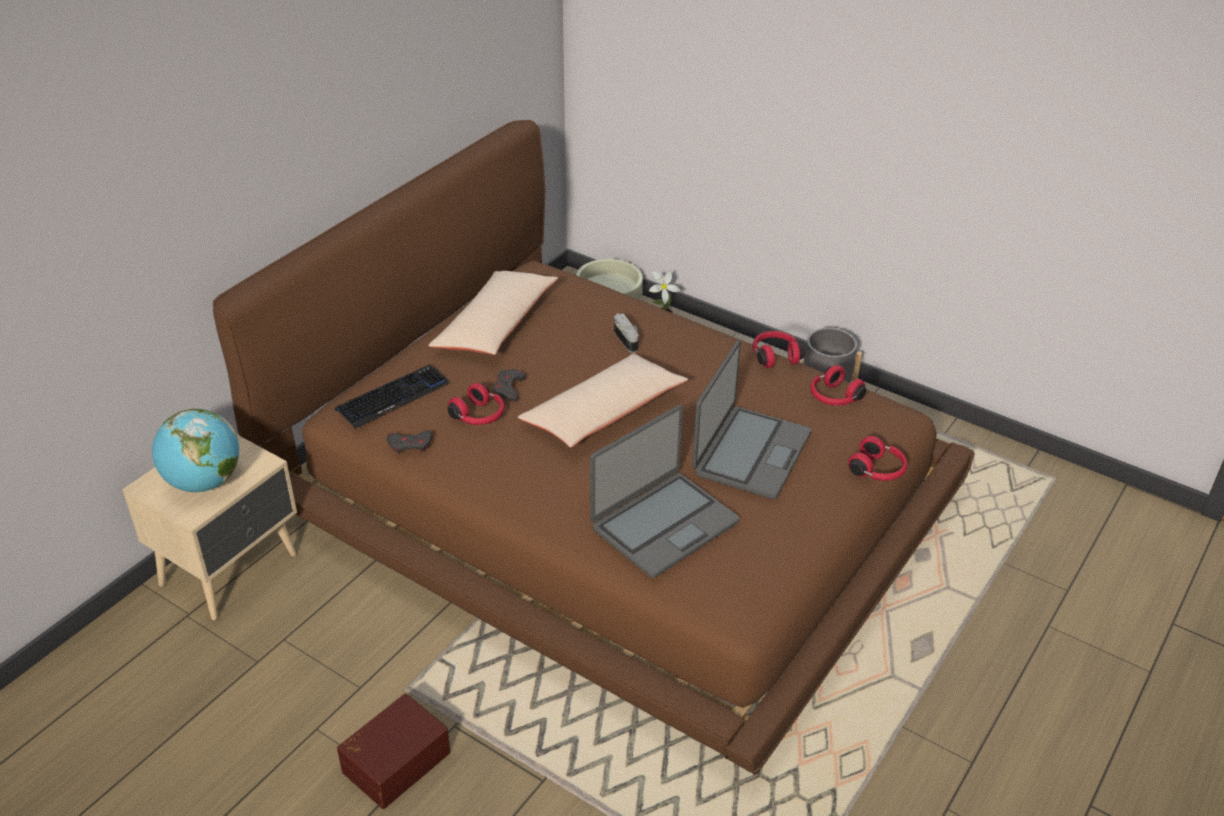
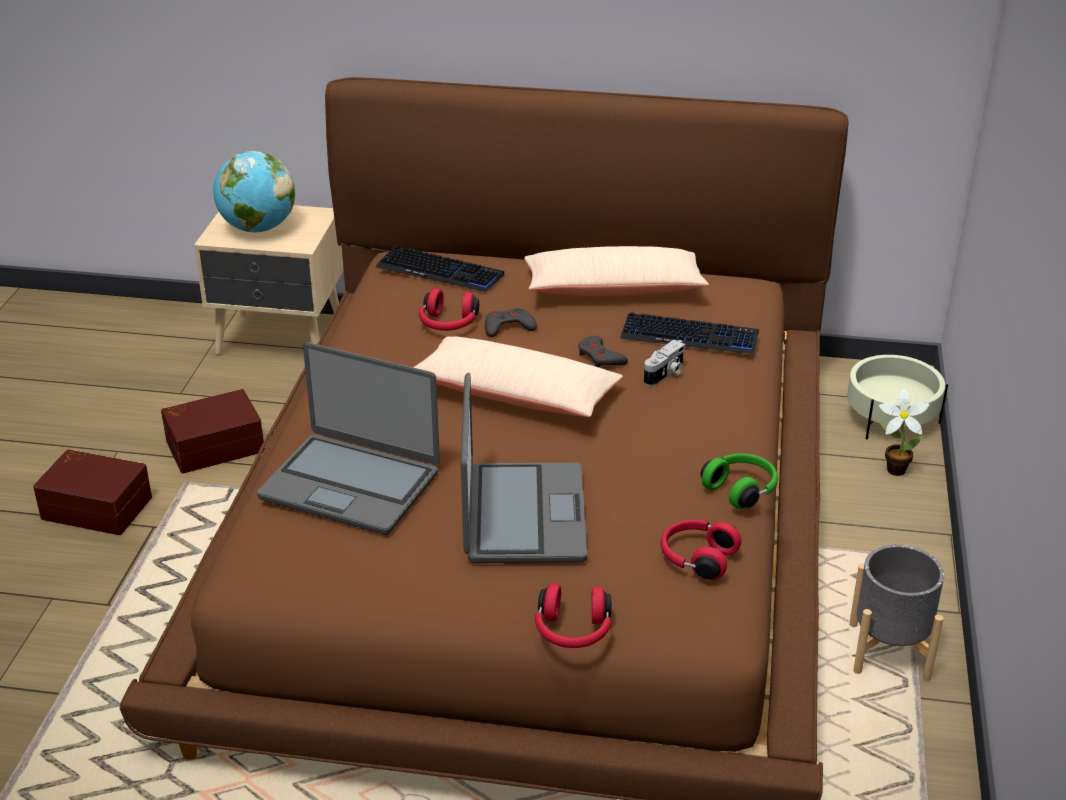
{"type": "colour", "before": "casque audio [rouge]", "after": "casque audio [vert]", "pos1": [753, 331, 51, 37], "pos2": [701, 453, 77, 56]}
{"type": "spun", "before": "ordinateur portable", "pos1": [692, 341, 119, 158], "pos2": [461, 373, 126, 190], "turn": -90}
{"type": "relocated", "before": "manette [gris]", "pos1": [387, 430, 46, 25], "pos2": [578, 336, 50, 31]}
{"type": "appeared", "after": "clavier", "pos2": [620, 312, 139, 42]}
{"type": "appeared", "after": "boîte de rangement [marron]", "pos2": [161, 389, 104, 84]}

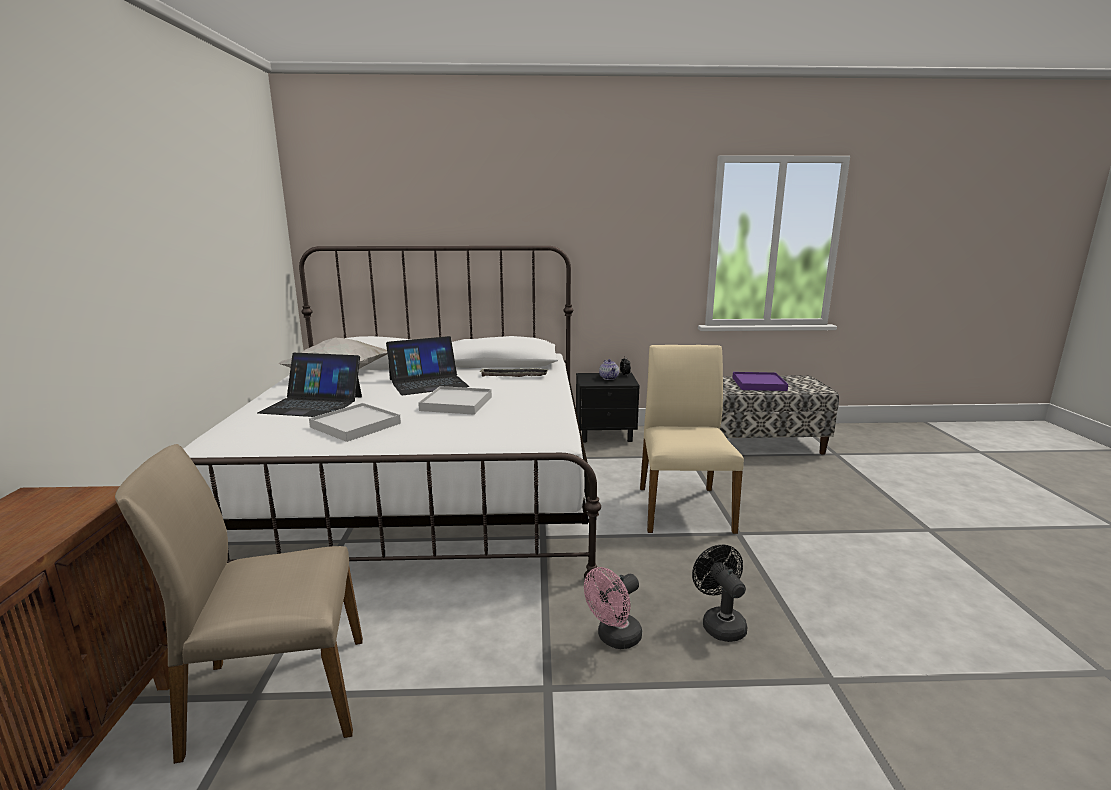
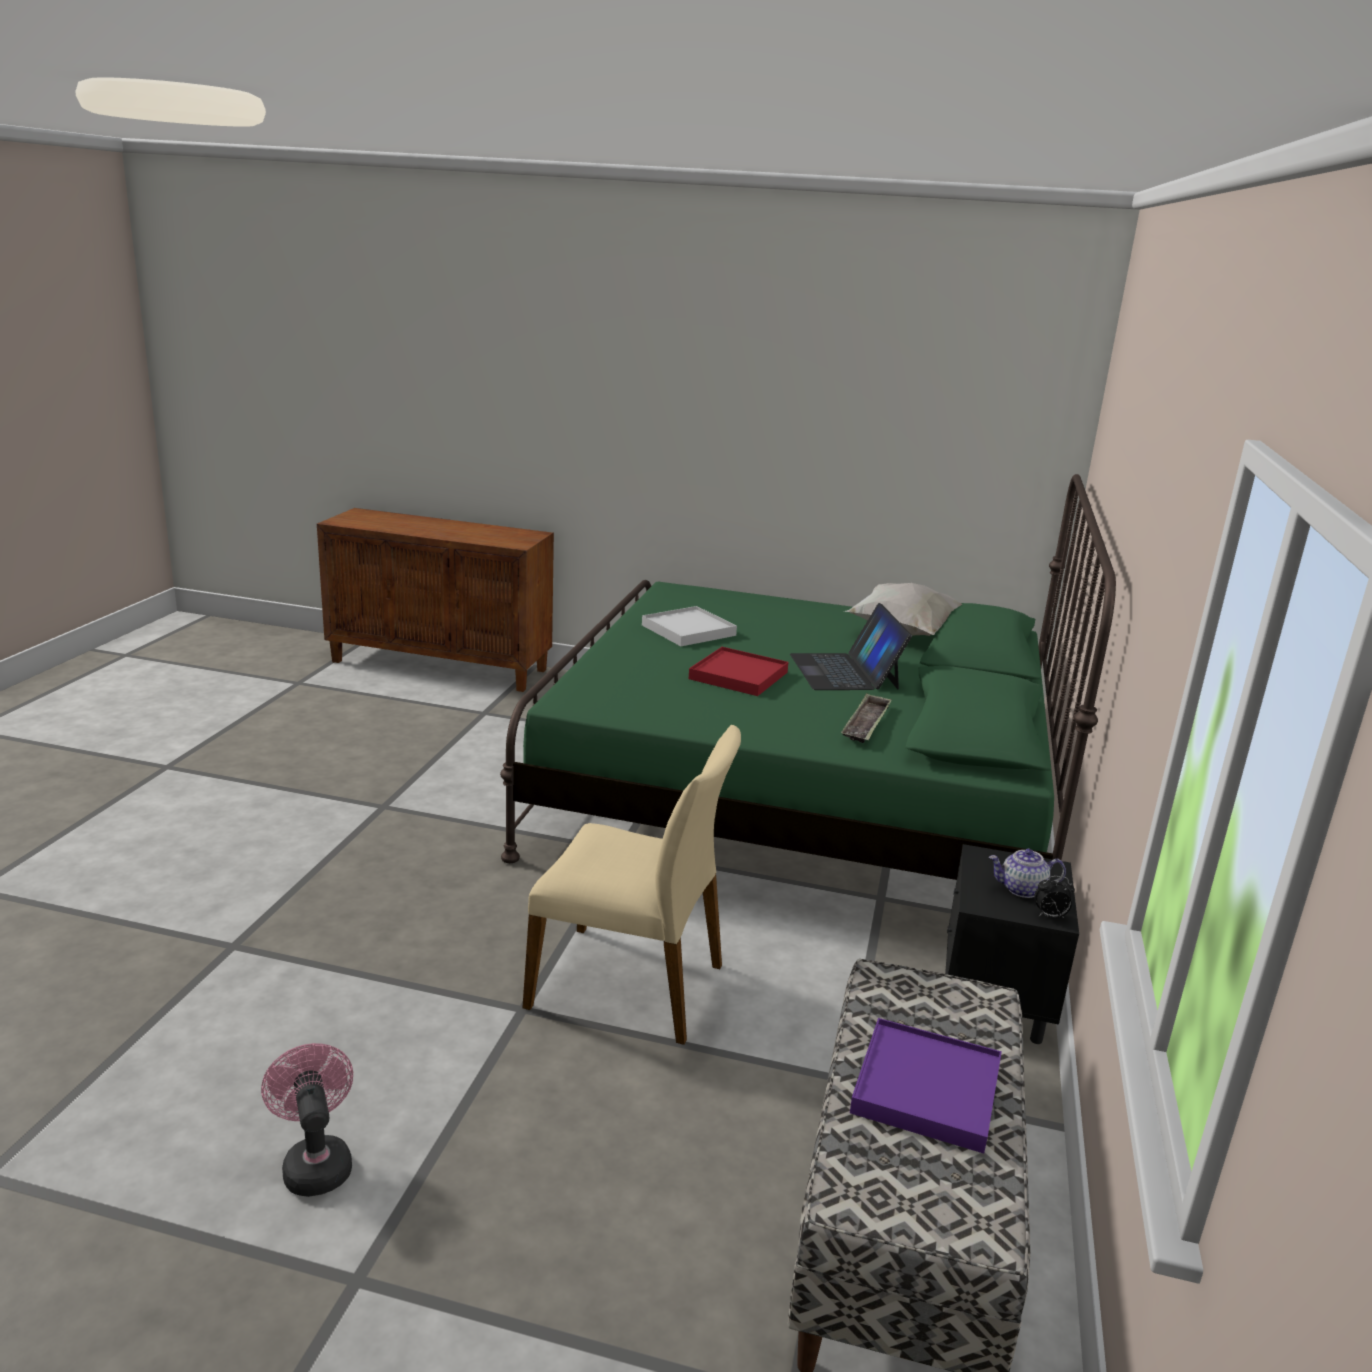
{"type": "colour", "before": "lit [blanc]", "after": "lit [vert]", "pos1": [184, 246, 417, 335], "pos2": [500, 474, 616, 406]}
{"type": "missing", "before": "ordinateur portable", "pos1": [258, 353, 104, 64]}
{"type": "colour", "before": "plateau [blanc]", "after": "plateau [rouge]", "pos1": [418, 386, 74, 29], "pos2": [689, 647, 100, 49]}
{"type": "missing", "before": "chaise [beige]", "pos1": [115, 444, 248, 320]}
{"type": "missing", "before": "ventilateur [noir]", "pos1": [692, 545, 56, 97]}
{"type": "relocated", "before": "ventilateur [rose]", "pos1": [584, 567, 58, 82], "pos2": [261, 1043, 92, 154]}

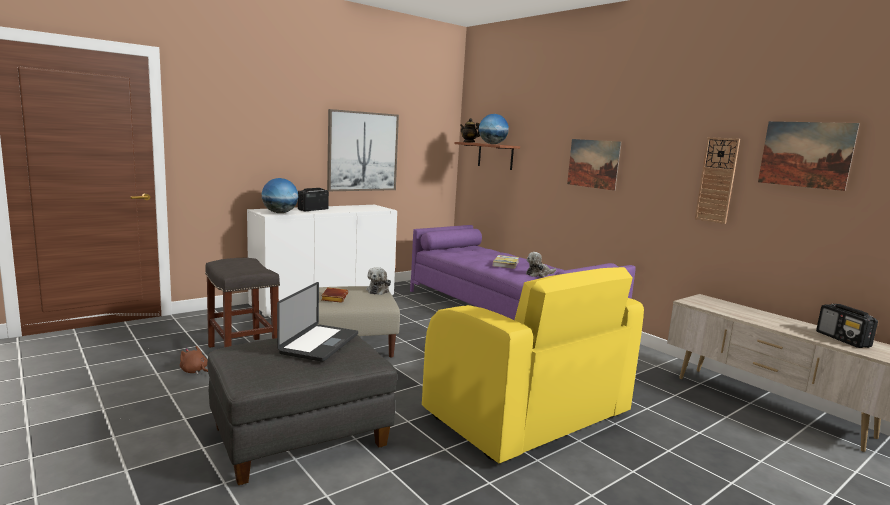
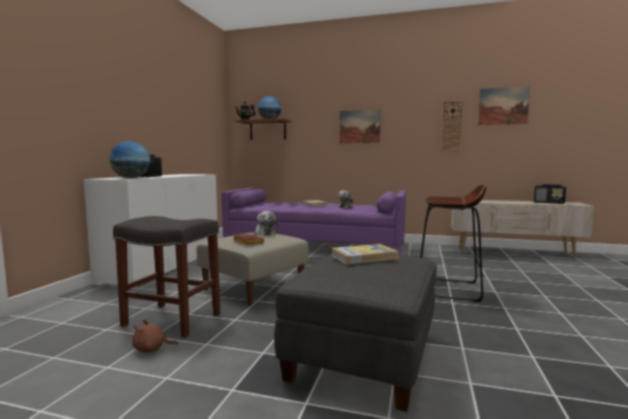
{"type": "missing", "before": "tableau", "pos1": [327, 109, 72, 82]}
{"type": "exchanged", "before": "fauteuil [jaune]", "after": "tabouret [marron]", "pos1": [422, 267, 222, 196], "pos2": [420, 185, 66, 117]}
{"type": "exchanged", "before": "ordinateur portable", "after": "livre", "pos1": [277, 282, 81, 80], "pos2": [331, 244, 68, 21]}

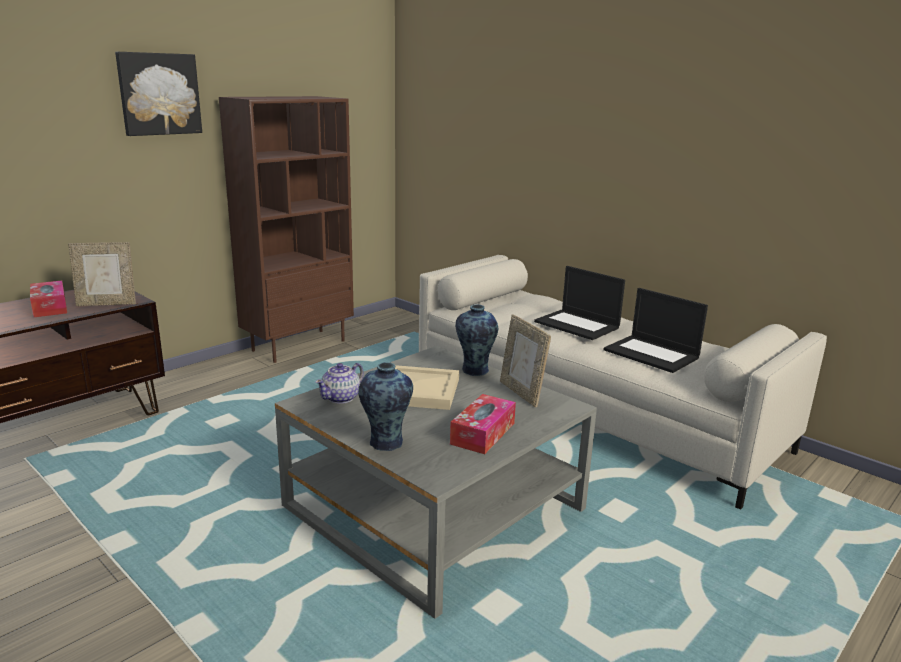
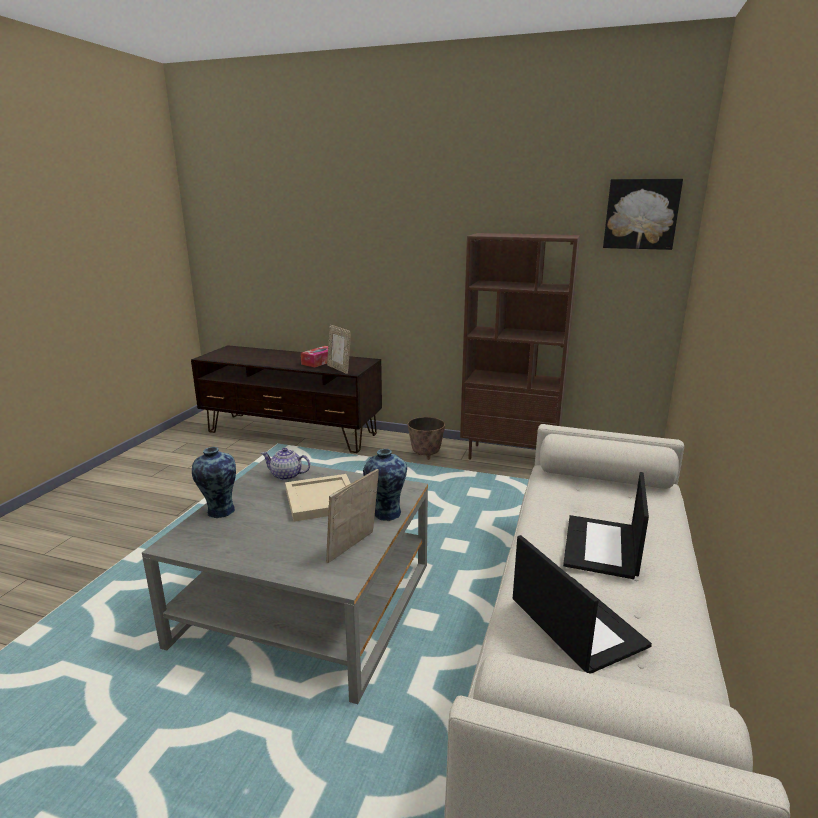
{"type": "relocated", "before": "tableau", "pos1": [115, 52, 87, 84], "pos2": [603, 179, 80, 71]}
{"type": "spun", "before": "ordinateur portable", "pos1": [604, 288, 104, 85], "pos2": [513, 535, 139, 139], "turn": 135}
{"type": "missing", "before": "boîte à mouchoirs", "pos1": [450, 394, 66, 60]}
{"type": "appeared", "after": "cache-pot", "pos2": [407, 417, 38, 43]}

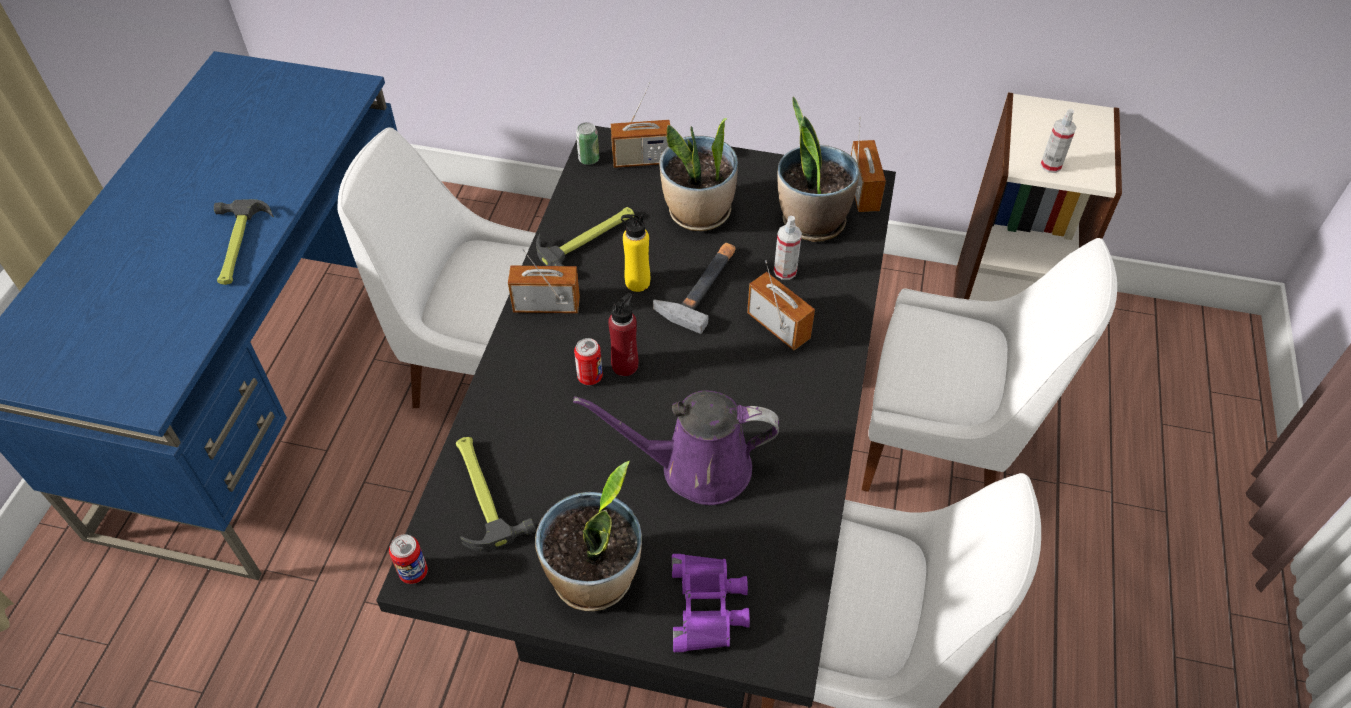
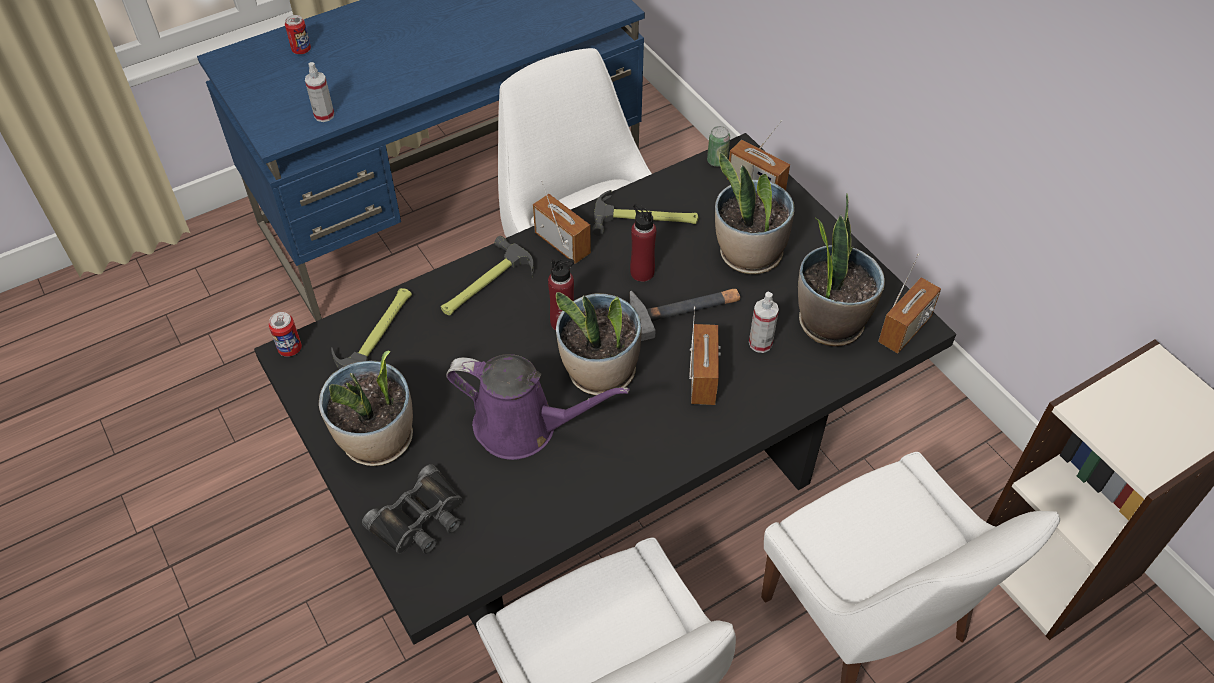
{"type": "relocated", "before": "vaporisateur", "pos1": [1040, 109, 37, 64], "pos2": [305, 62, 29, 60]}
{"type": "relocated", "before": "marteau", "pos1": [214, 199, 60, 86], "pos2": [440, 236, 94, 80]}
{"type": "colour", "before": "bouteille [jaune]", "after": "bouteille [rouge]", "pos1": [621, 214, 29, 78], "pos2": [630, 204, 26, 78]}
{"type": "relocated", "before": "boîte métallique", "pos1": [574, 338, 29, 47], "pos2": [285, 15, 26, 39]}
{"type": "spun", "before": "arrosoir [violet]", "pos1": [573, 391, 206, 114], "pos2": [446, 354, 184, 106], "turn": 150}
{"type": "colour", "before": "jumelles [violet]", "after": "jumelles [noir]", "pos1": [672, 554, 78, 98], "pos2": [362, 464, 100, 90]}
{"type": "appeared", "after": "plante en pot", "pos2": [556, 292, 85, 103]}

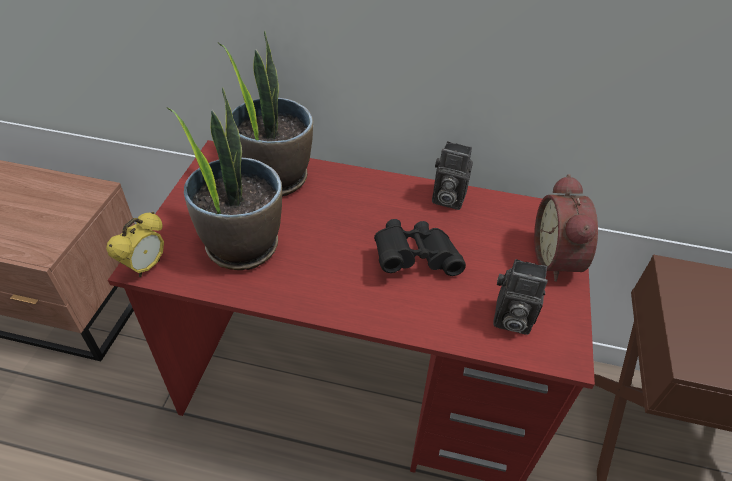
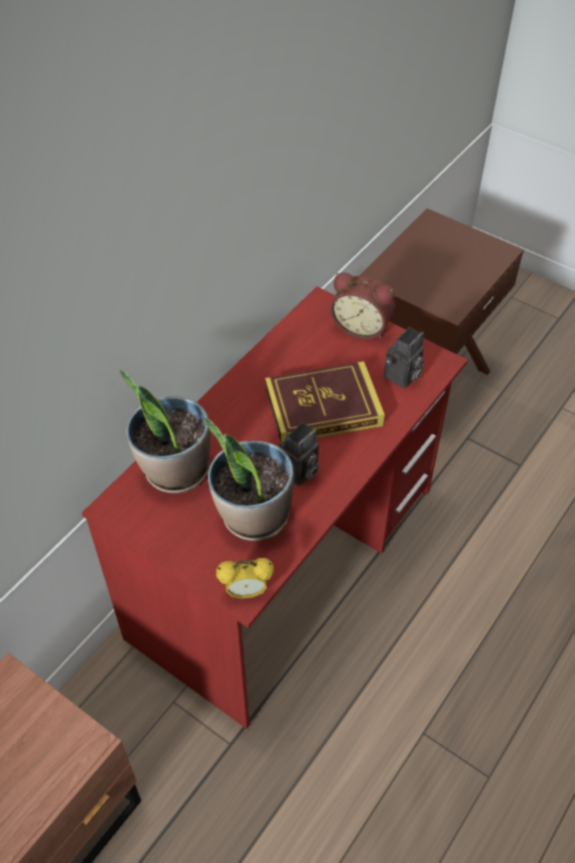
{"type": "relocated", "before": "appareil photo", "pos1": [432, 141, 41, 69], "pos2": [278, 422, 41, 64]}
{"type": "spun", "before": "réveil", "pos1": [106, 212, 58, 65], "pos2": [216, 558, 58, 41], "turn": 120}
{"type": "exchanged", "before": "jumelles [noir]", "after": "livre", "pos1": [374, 219, 92, 57], "pos2": [265, 361, 120, 82]}

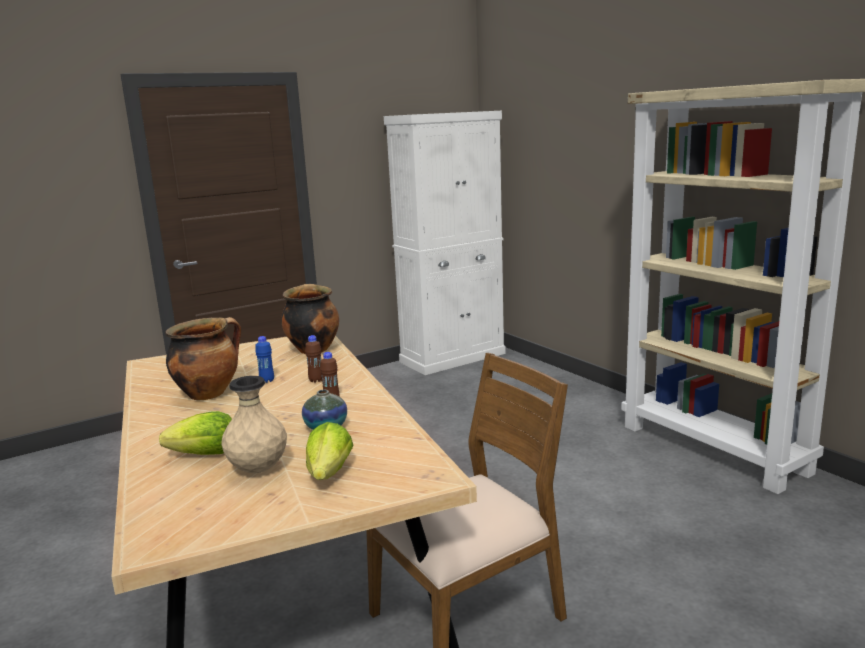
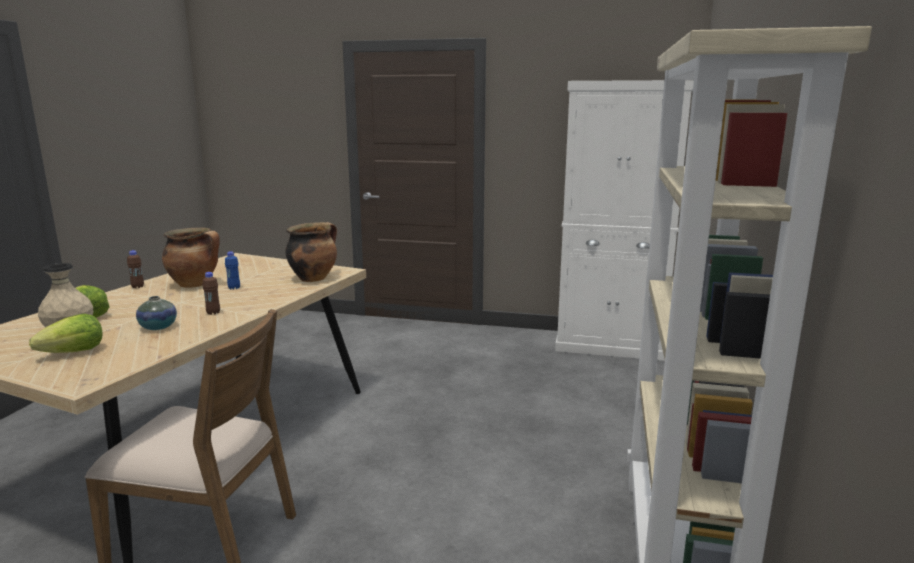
{"type": "relocated", "before": "bouteille [marron]", "pos1": [305, 335, 17, 48], "pos2": [127, 250, 17, 38]}

